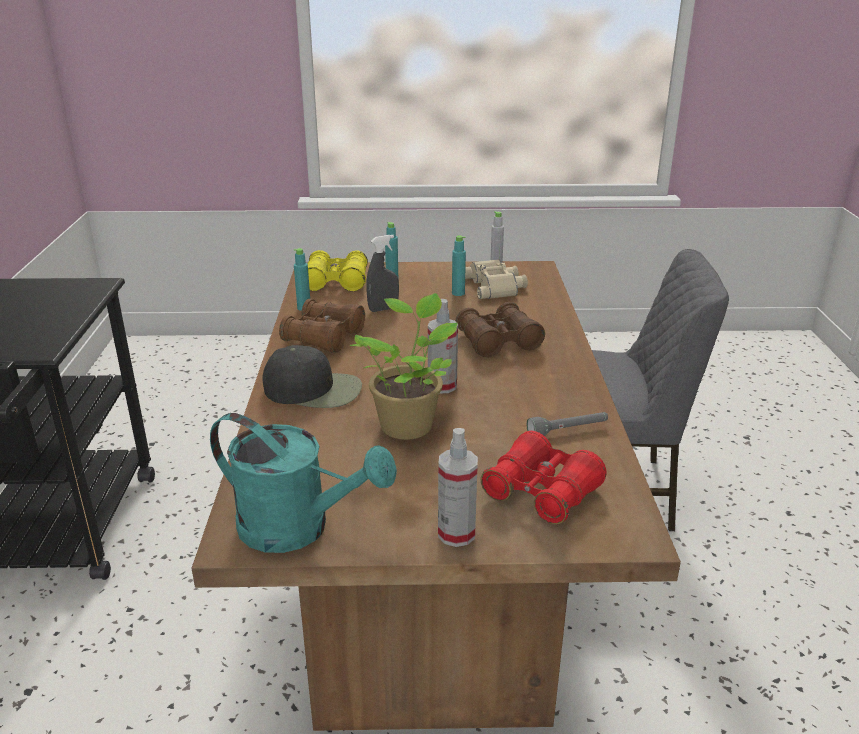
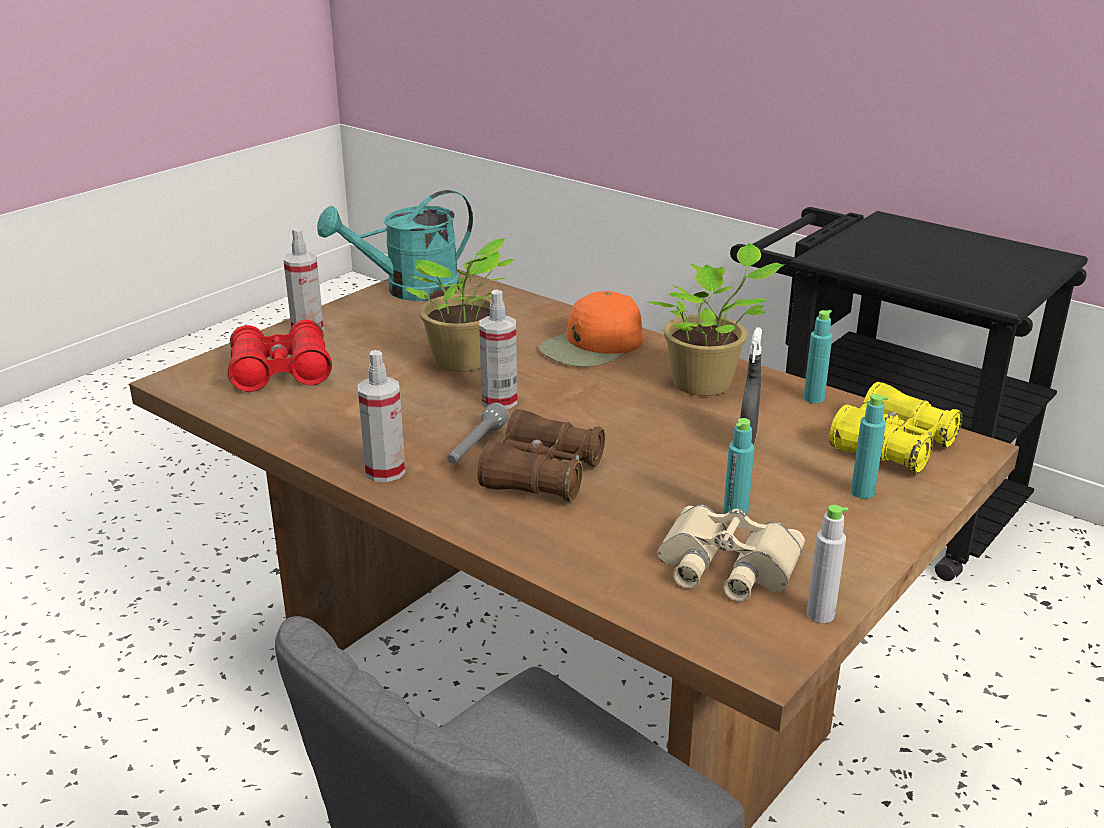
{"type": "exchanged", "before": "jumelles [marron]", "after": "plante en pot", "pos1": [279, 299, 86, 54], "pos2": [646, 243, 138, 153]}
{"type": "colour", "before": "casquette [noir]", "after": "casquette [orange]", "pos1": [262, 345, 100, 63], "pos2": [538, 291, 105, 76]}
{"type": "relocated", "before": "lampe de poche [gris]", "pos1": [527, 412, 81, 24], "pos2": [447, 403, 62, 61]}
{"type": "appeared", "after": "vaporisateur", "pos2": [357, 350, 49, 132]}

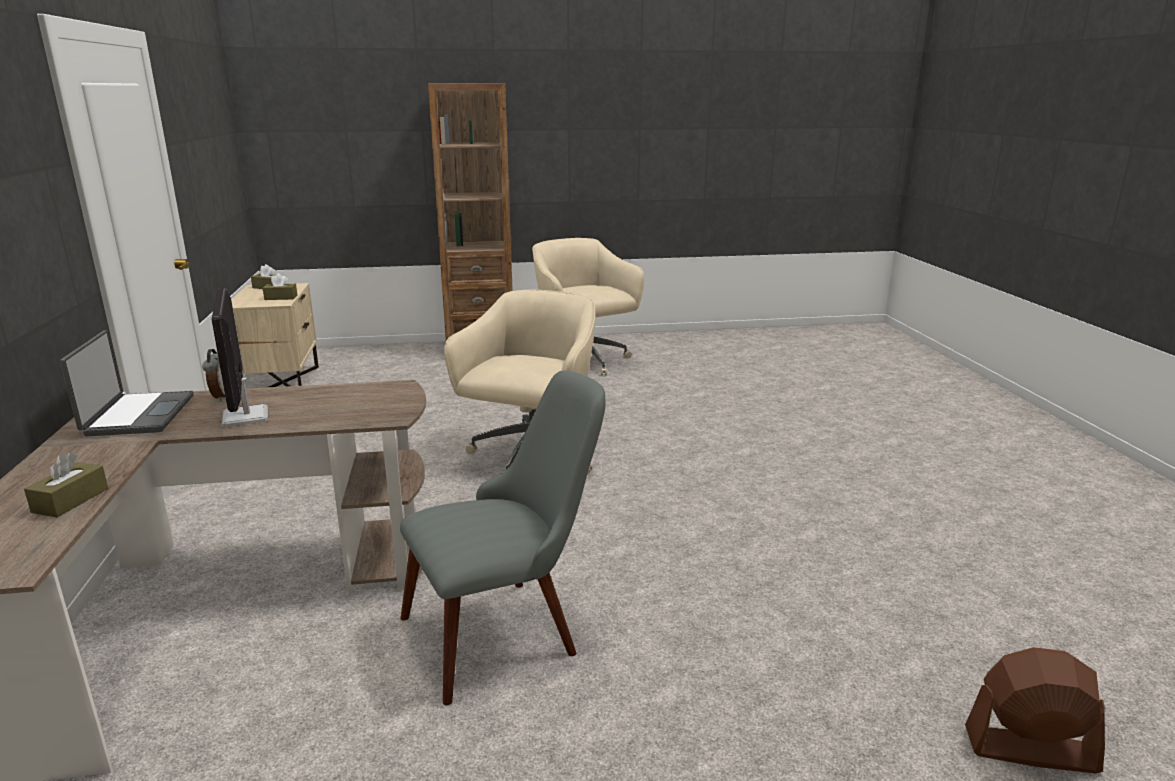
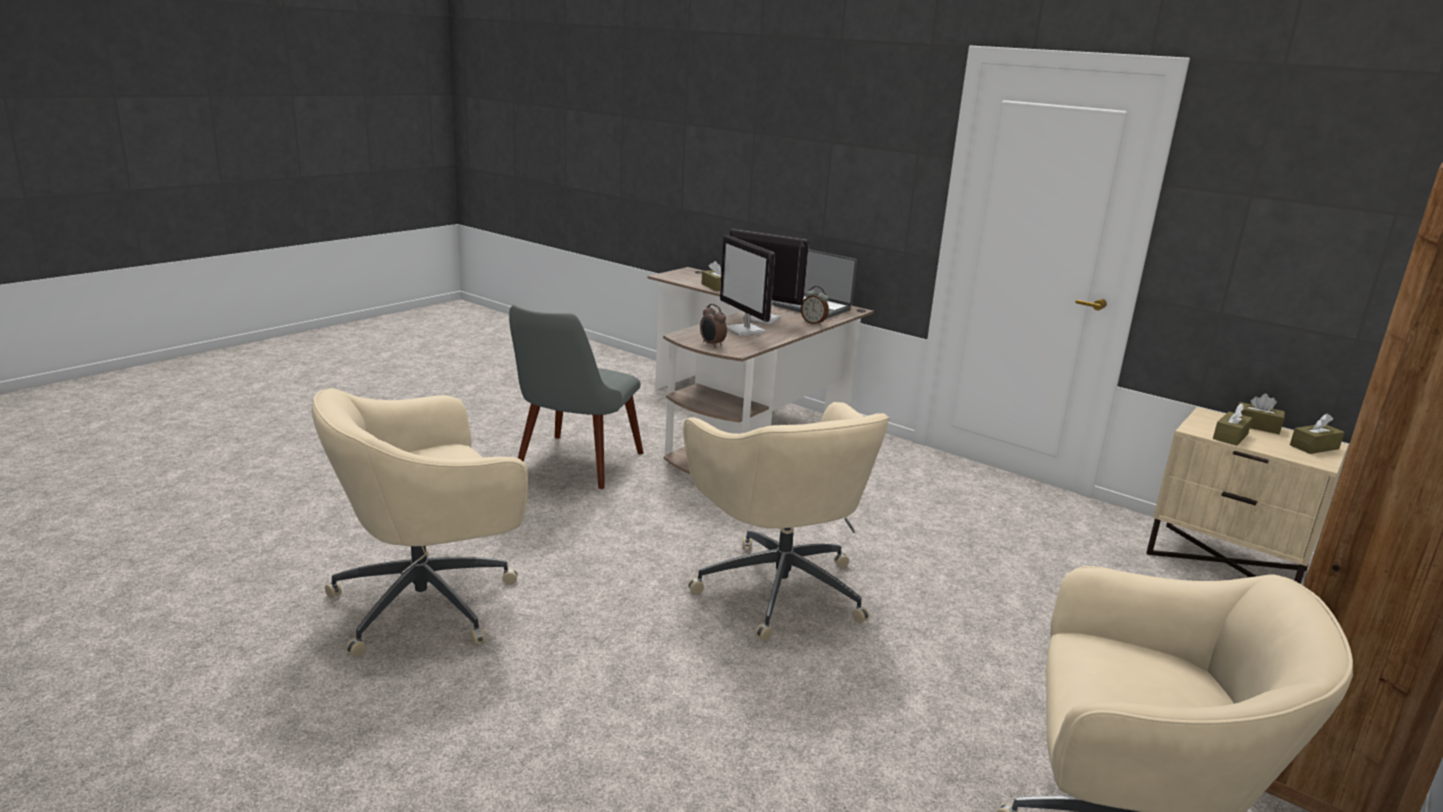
{"type": "missing", "before": "ventilateur [marron]", "pos1": [965, 647, 140, 127]}
{"type": "appeared", "after": "écran d'ordinateur", "pos2": [720, 235, 55, 101]}
{"type": "appeared", "after": "réveil", "pos2": [700, 304, 27, 44]}
{"type": "appeared", "after": "chaise de bureau [beige]", "pos2": [312, 388, 216, 269]}
{"type": "appeared", "after": "boîte à mouchoirs [marron]", "pos2": [1238, 394, 47, 40]}

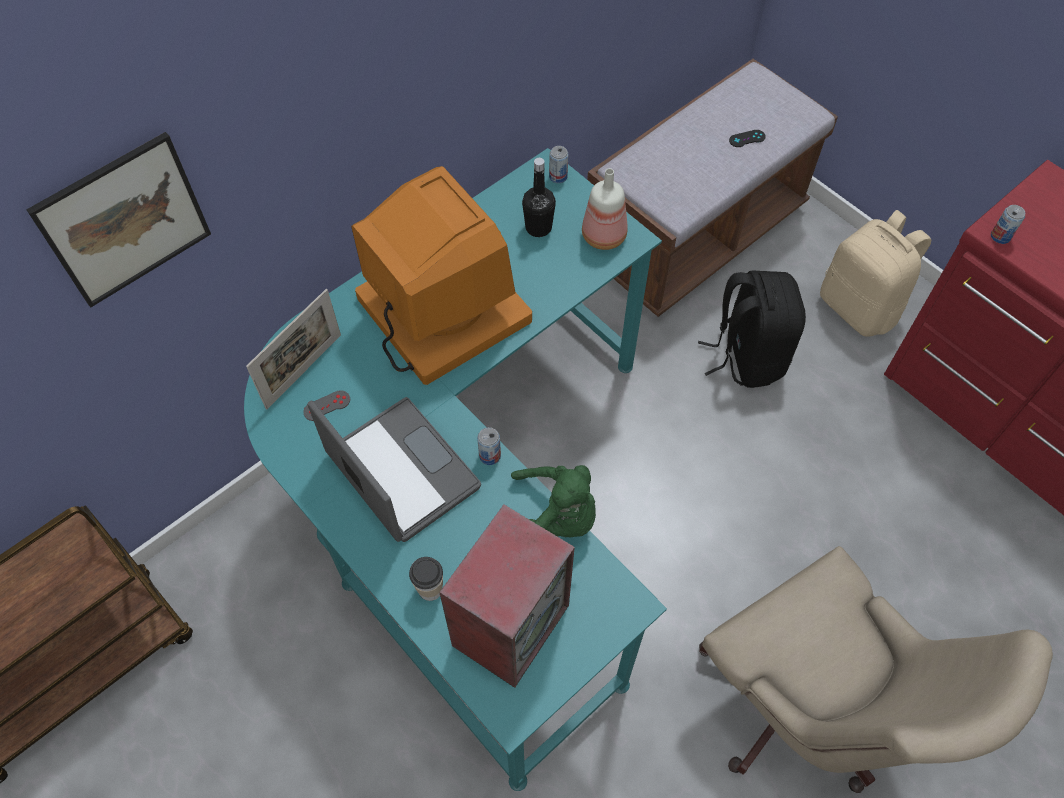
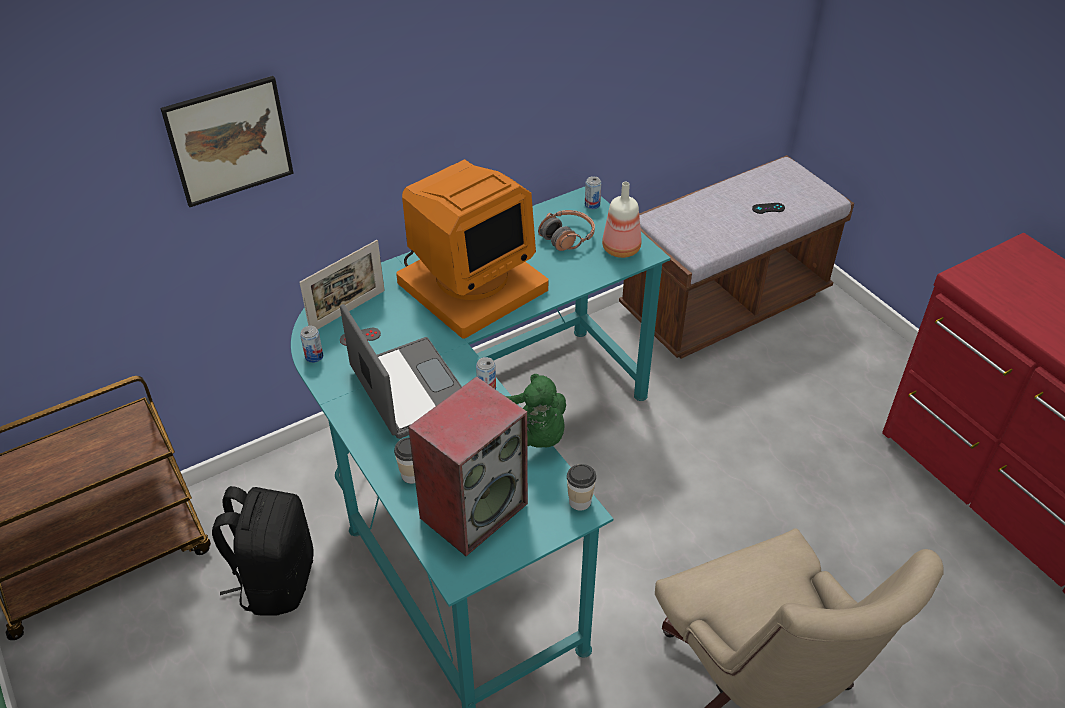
{"type": "exchanged", "before": "bouteille [noir]", "after": "casque audio", "pos1": [522, 158, 34, 79], "pos2": [538, 210, 57, 41]}
{"type": "spun", "before": "écran d'ordinateur", "pos1": [351, 166, 181, 219], "pos2": [396, 159, 152, 179], "turn": 75}
{"type": "relocated", "before": "boîte métallique", "pos1": [991, 205, 34, 39], "pos2": [300, 326, 24, 37]}
{"type": "missing", "before": "sac à dos [beige]", "pos1": [820, 210, 111, 127]}
{"type": "relocated", "before": "sac à dos [noir]", "pos1": [698, 270, 108, 118], "pos2": [212, 486, 102, 130]}
{"type": "appeared", "after": "tasse", "pos2": [567, 464, 29, 47]}

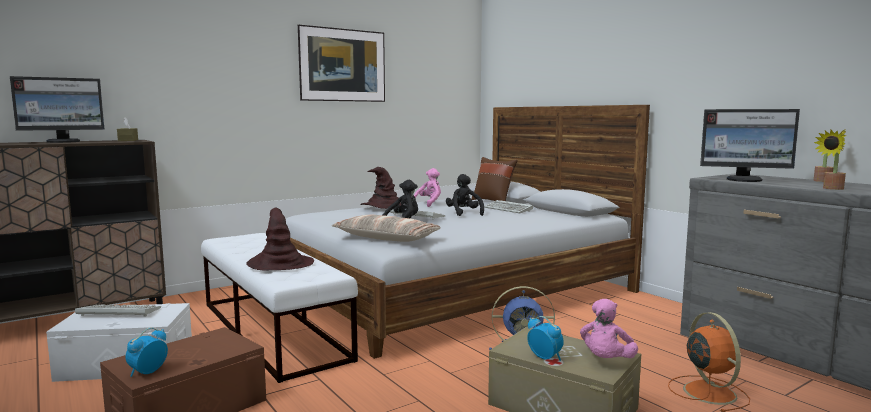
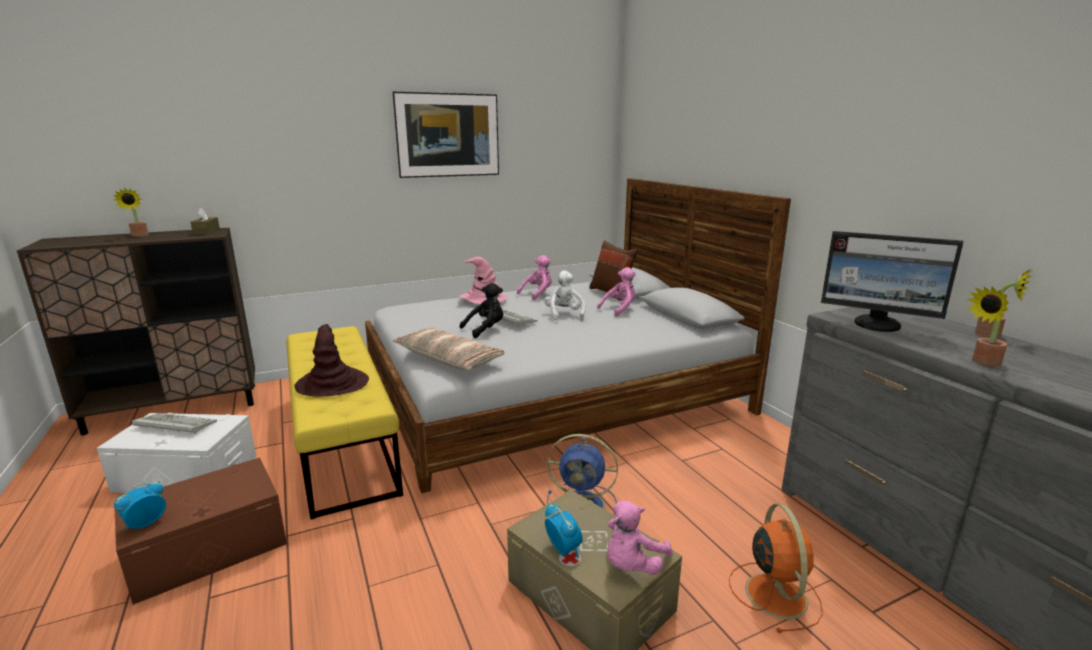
{"type": "exchanged", "before": "écran d'ordinateur", "after": "plante en pot", "pos1": [10, 76, 95, 67], "pos2": [113, 188, 36, 49]}
{"type": "colour", "before": "chapeau [marron]", "after": "chapeau [rose]", "pos1": [361, 167, 40, 42], "pos2": [459, 257, 48, 47]}
{"type": "colour", "before": "peluche [noir]", "after": "peluche [blanc]", "pos1": [446, 174, 38, 42], "pos2": [544, 271, 42, 49]}
{"type": "exchanged", "before": "clavier", "after": "peluche [rose]", "pos1": [484, 200, 49, 14], "pos2": [597, 267, 39, 50]}
{"type": "colour", "before": "banc [blanc]", "after": "banc [jaune]", "pos1": [201, 233, 157, 150], "pos2": [286, 326, 117, 193]}

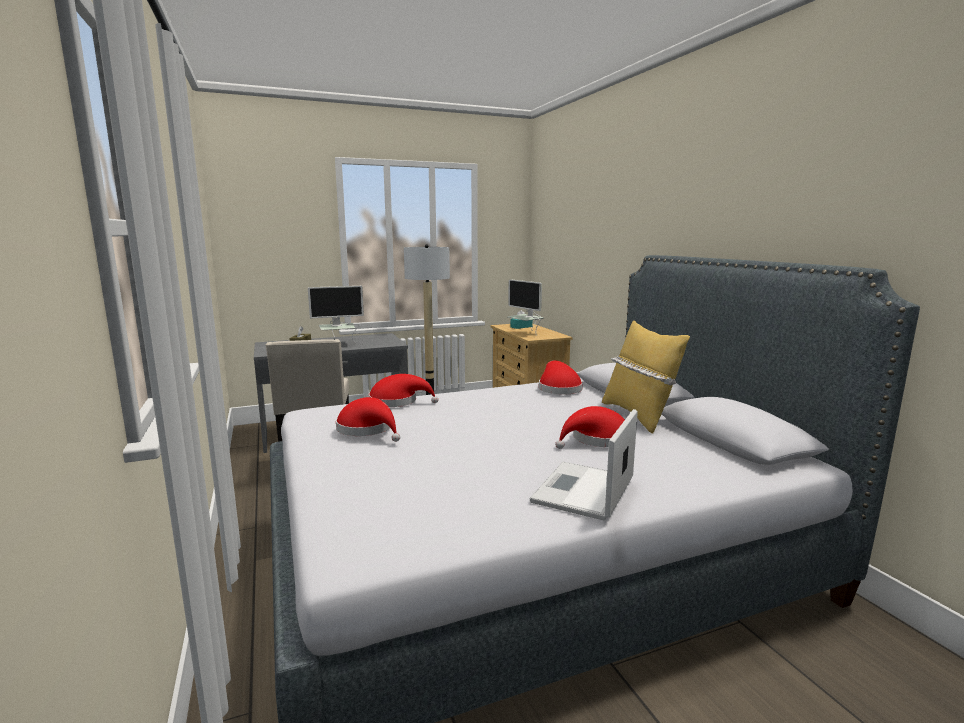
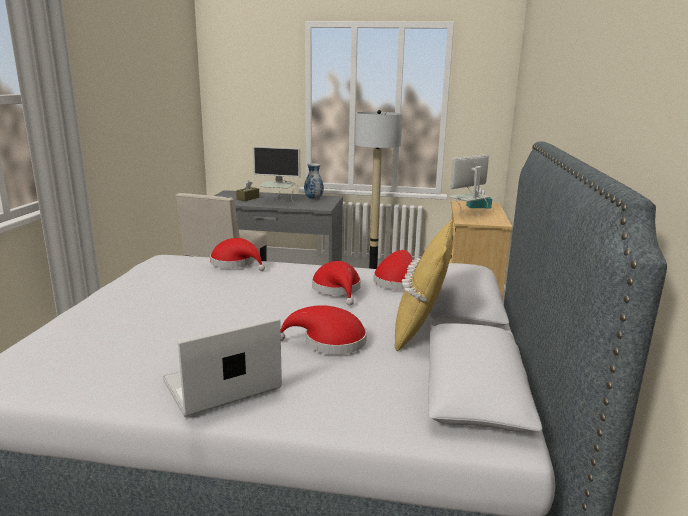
{"type": "spun", "before": "écran d'ordinateur", "pos1": [508, 279, 36, 57], "pos2": [449, 154, 41, 63], "turn": 60}
{"type": "relocated", "before": "chapeau [rouge]", "pos1": [336, 397, 64, 45], "pos2": [312, 261, 49, 45]}
{"type": "appeared", "after": "vase", "pos2": [304, 163, 20, 36]}

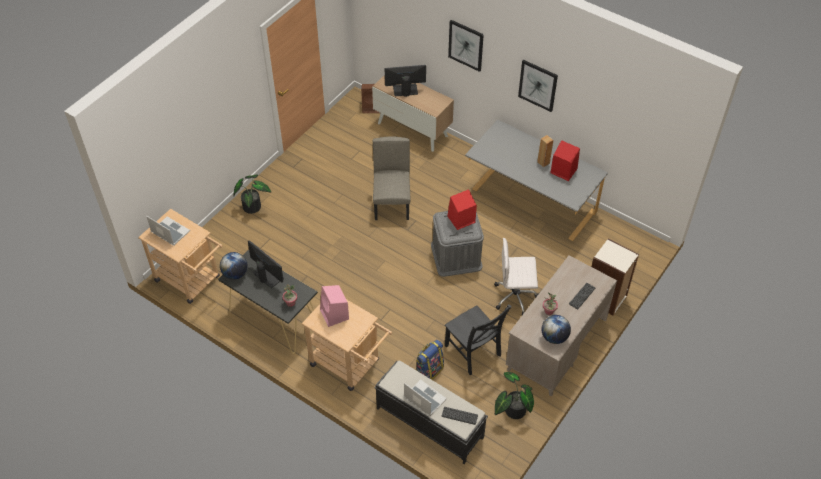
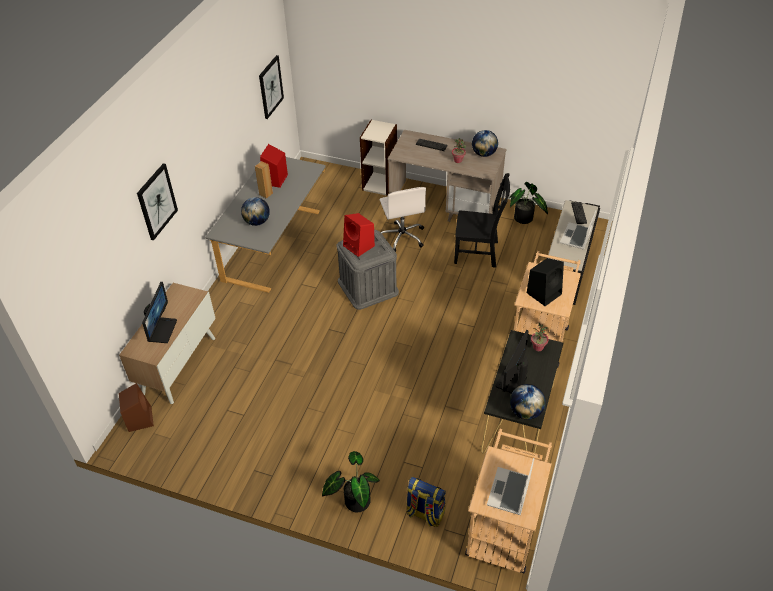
{"type": "relocated", "before": "tableau", "pos1": [518, 60, 40, 52], "pos2": [259, 55, 25, 64]}
{"type": "spun", "before": "écran d'ordinateur", "pos1": [385, 65, 41, 32], "pos2": [142, 282, 35, 61], "turn": -150}
{"type": "missing", "before": "chaise [beige]", "pos1": [373, 136, 37, 84]}
{"type": "colour", "before": "enceinte [rose]", "after": "enceinte [noir]", "pos1": [320, 285, 29, 42], "pos2": [527, 258, 37, 48]}
{"type": "spun", "before": "chaise [noir]", "pos1": [445, 305, 67, 70], "pos2": [454, 173, 56, 95], "turn": 60}
{"type": "relocated", "before": "sac à dos", "pos1": [416, 340, 28, 40], "pos2": [406, 477, 40, 50]}
{"type": "appeared", "after": "globe", "pos2": [241, 197, 29, 29]}

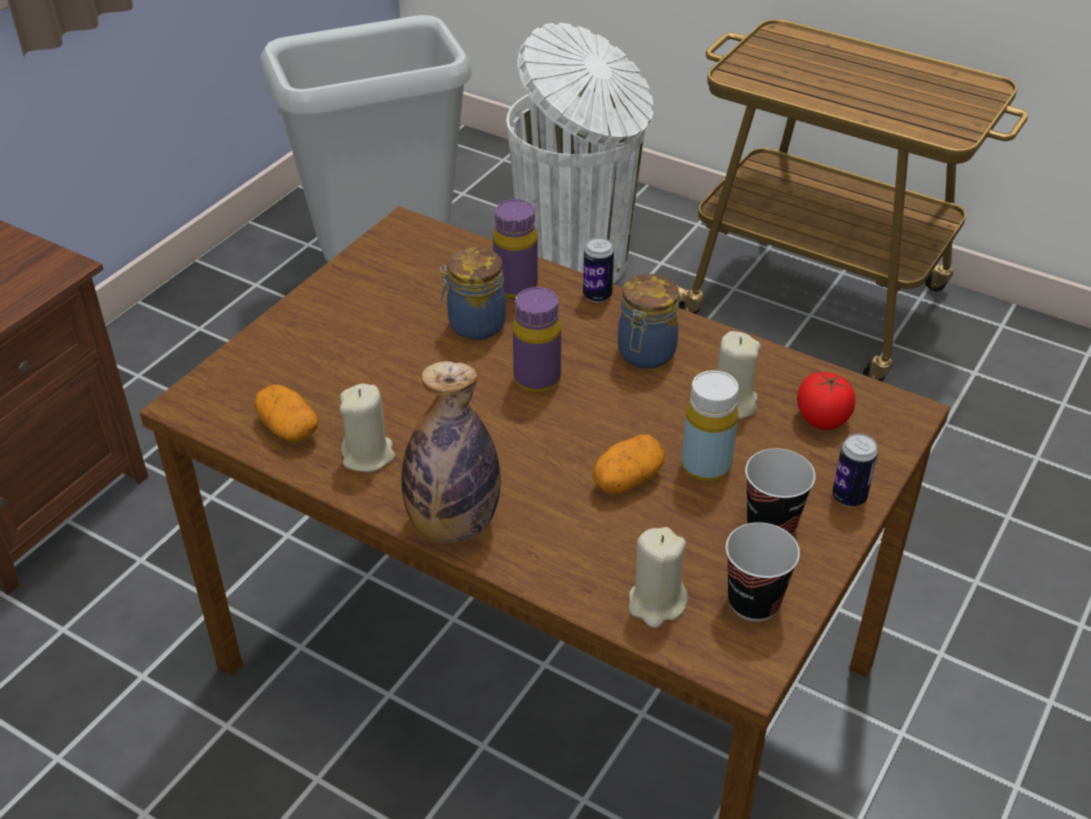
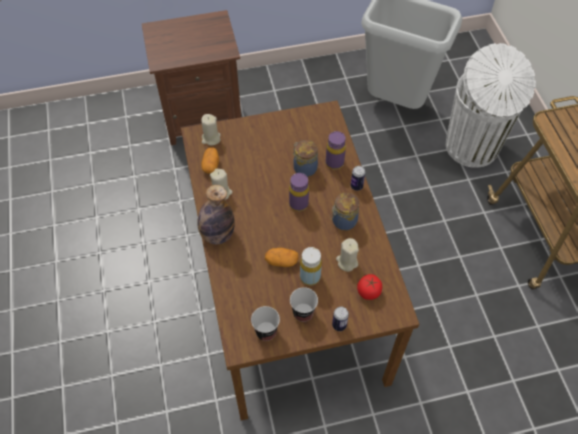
{"type": "relocated", "before": "bougie [beige]", "pos1": [629, 527, 59, 101], "pos2": [201, 114, 20, 31]}

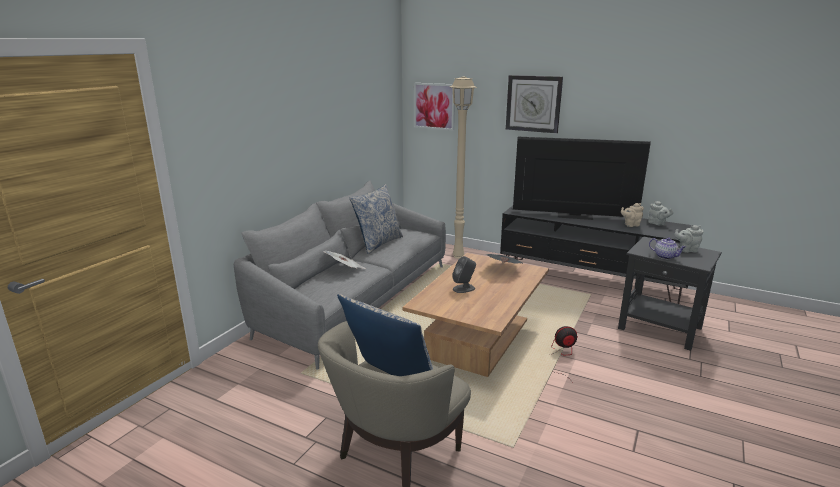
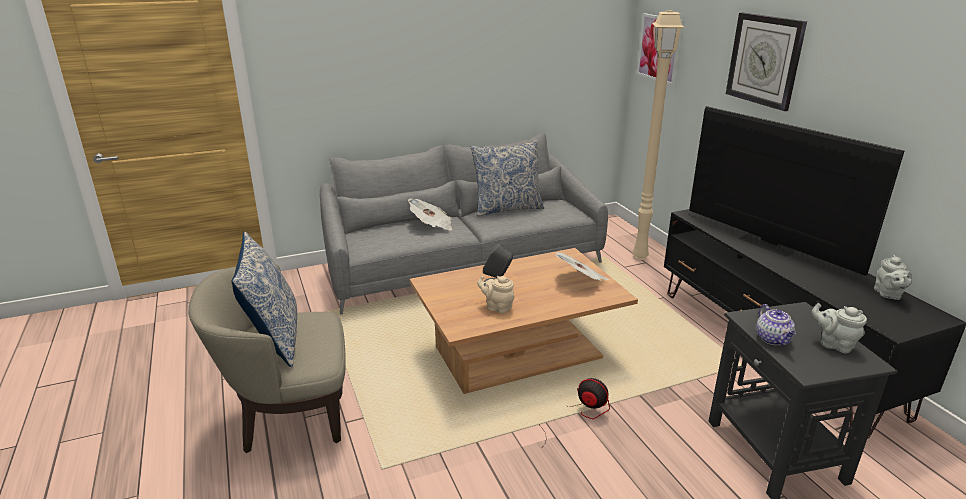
{"type": "relocated", "before": "théière [beige]", "pos1": [621, 203, 23, 24], "pos2": [477, 275, 37, 39]}

